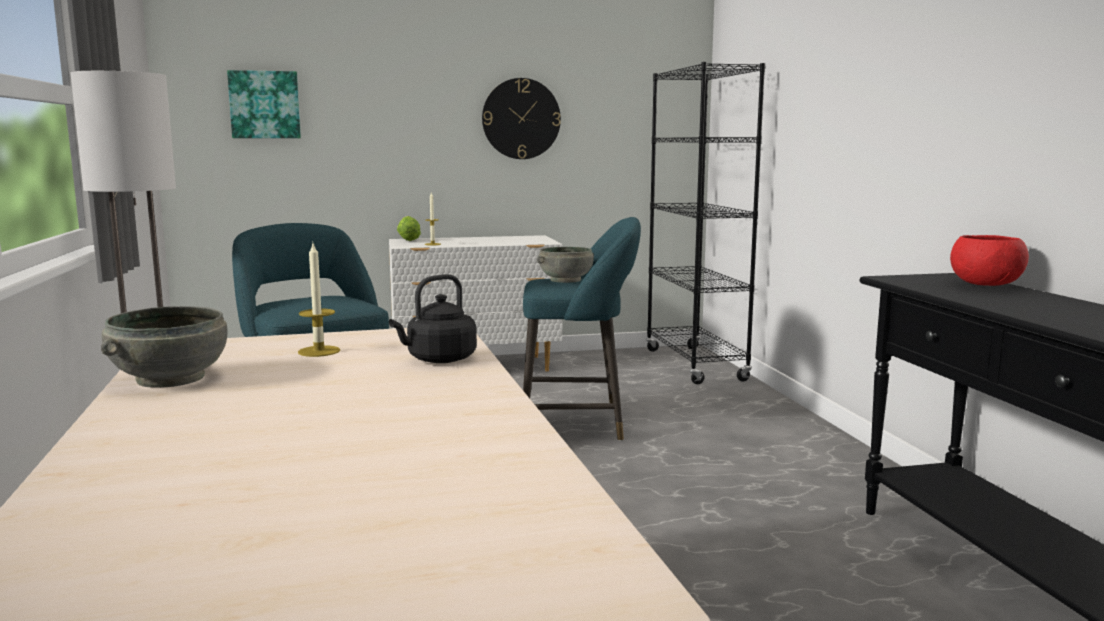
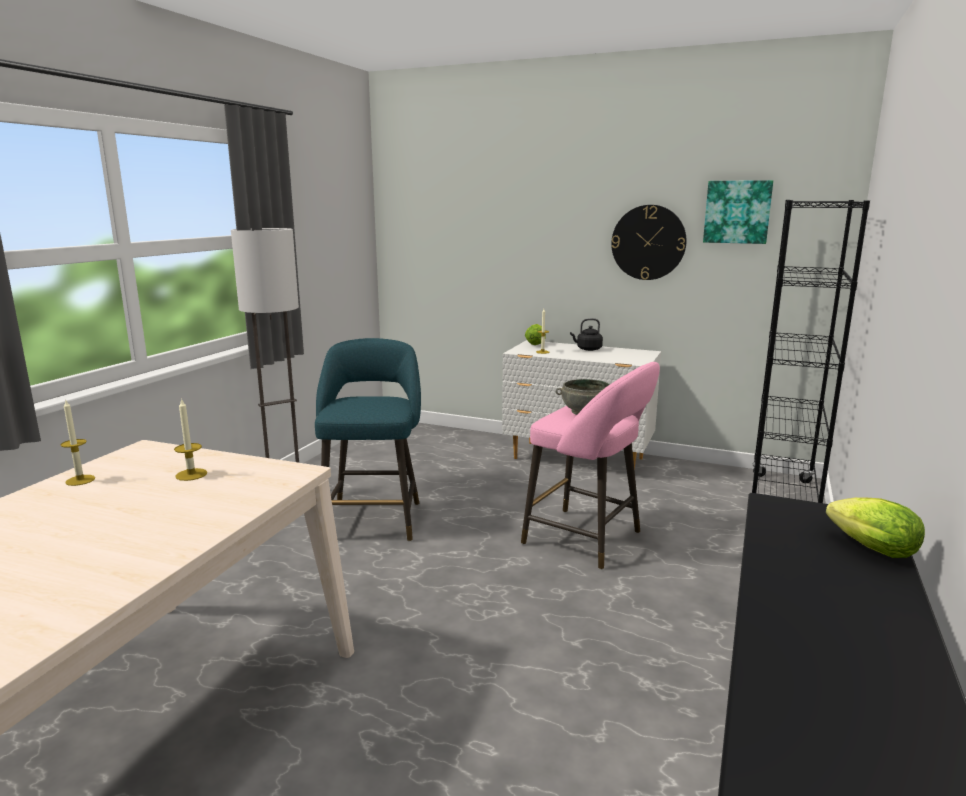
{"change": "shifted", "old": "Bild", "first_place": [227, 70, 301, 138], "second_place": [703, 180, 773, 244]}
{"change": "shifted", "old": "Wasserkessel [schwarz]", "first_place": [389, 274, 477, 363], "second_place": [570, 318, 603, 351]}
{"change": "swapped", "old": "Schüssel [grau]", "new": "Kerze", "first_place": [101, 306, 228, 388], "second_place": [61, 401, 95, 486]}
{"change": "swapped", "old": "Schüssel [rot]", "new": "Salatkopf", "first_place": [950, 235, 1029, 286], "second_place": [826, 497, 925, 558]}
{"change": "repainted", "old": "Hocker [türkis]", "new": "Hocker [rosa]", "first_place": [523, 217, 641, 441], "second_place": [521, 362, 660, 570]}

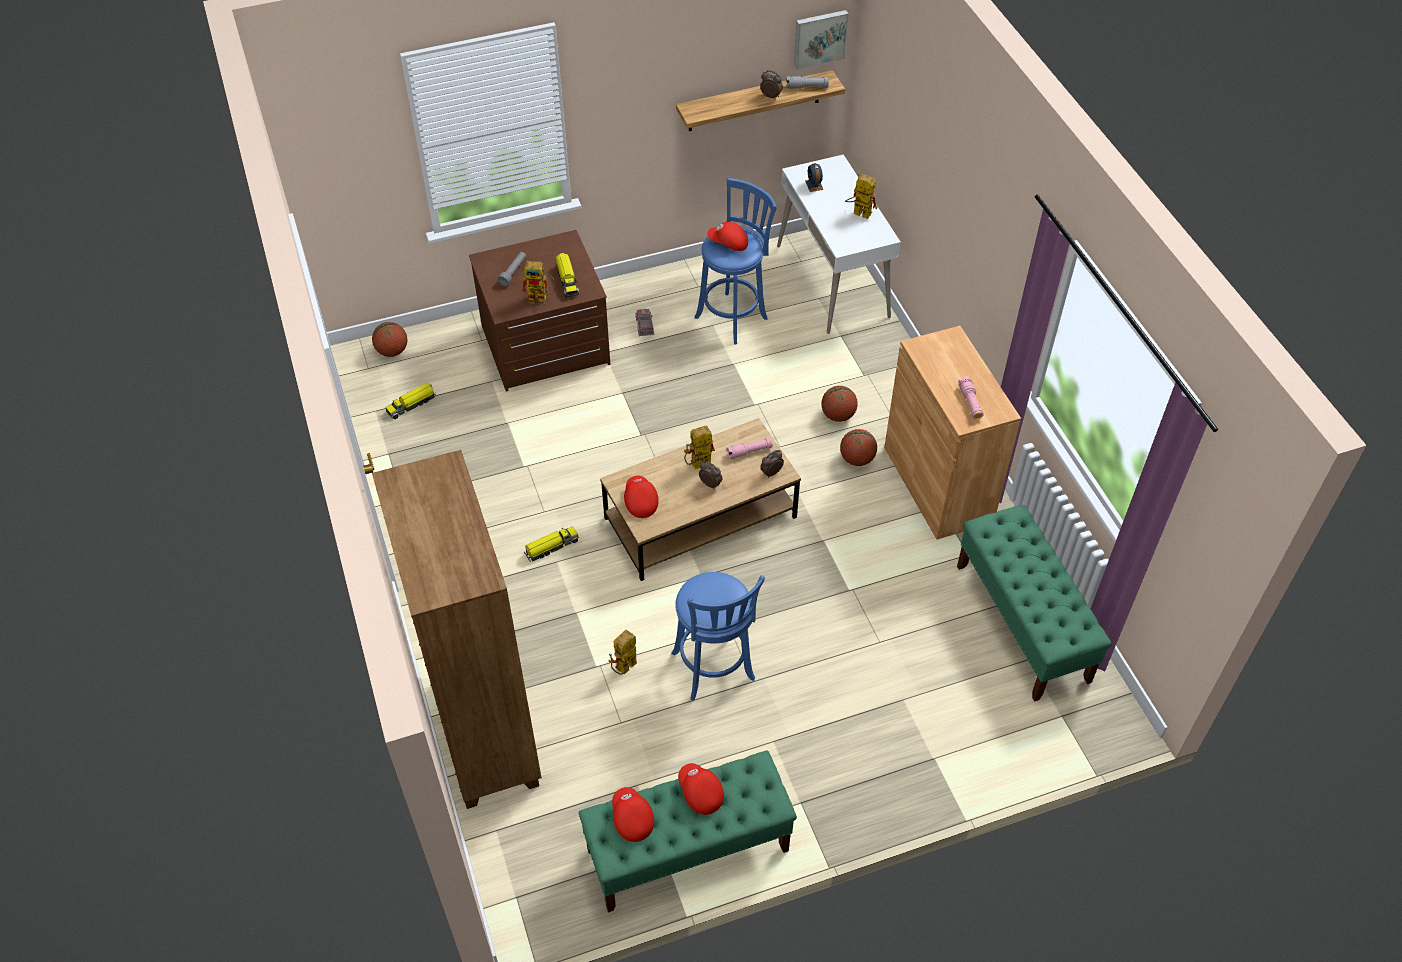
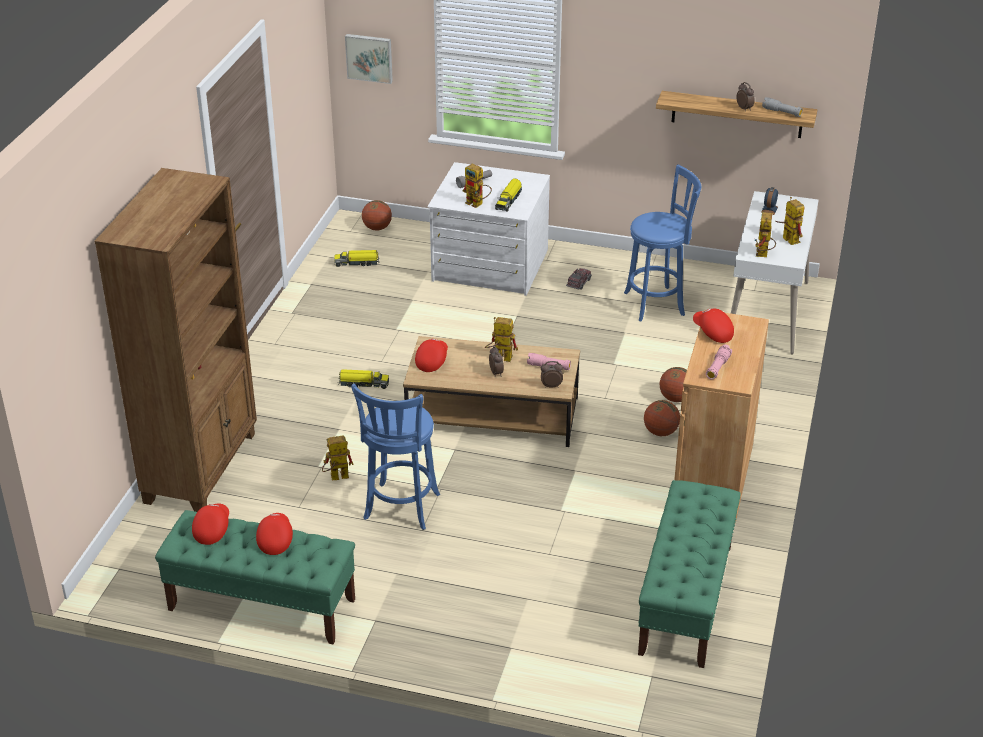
{"change": "new", "new": "Spielzeugroboter", "second_place": [755, 212, 776, 257]}
{"change": "shifted", "old": "Kappe [rot]", "first_place": [708, 222, 748, 251], "second_place": [693, 308, 734, 343]}
{"change": "shifted", "old": "Bild", "first_place": [794, 10, 849, 70], "second_place": [345, 34, 393, 84]}
{"change": "repainted", "old": "Kommode [braun]", "new": "Kommode [weiß]", "first_place": [469, 230, 610, 392], "second_place": [427, 162, 550, 296]}

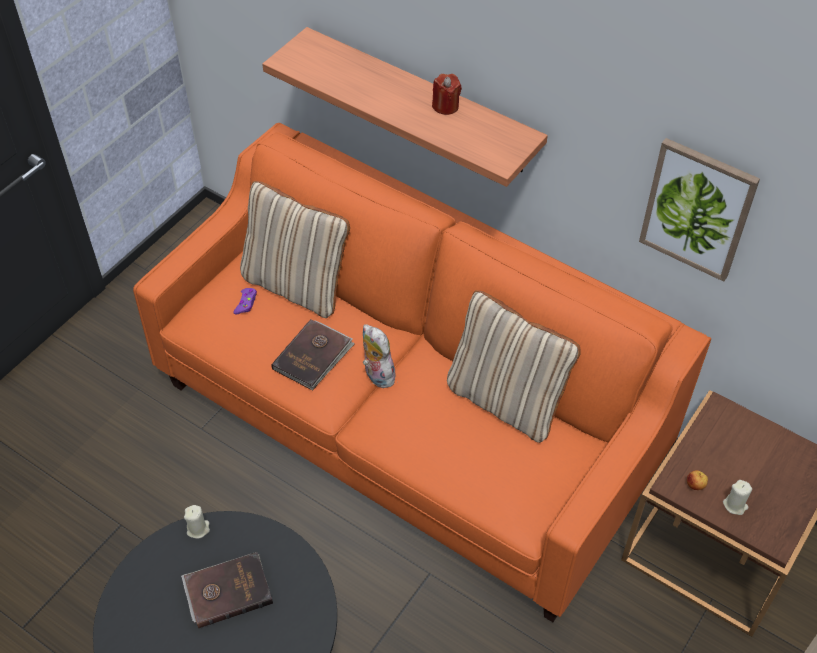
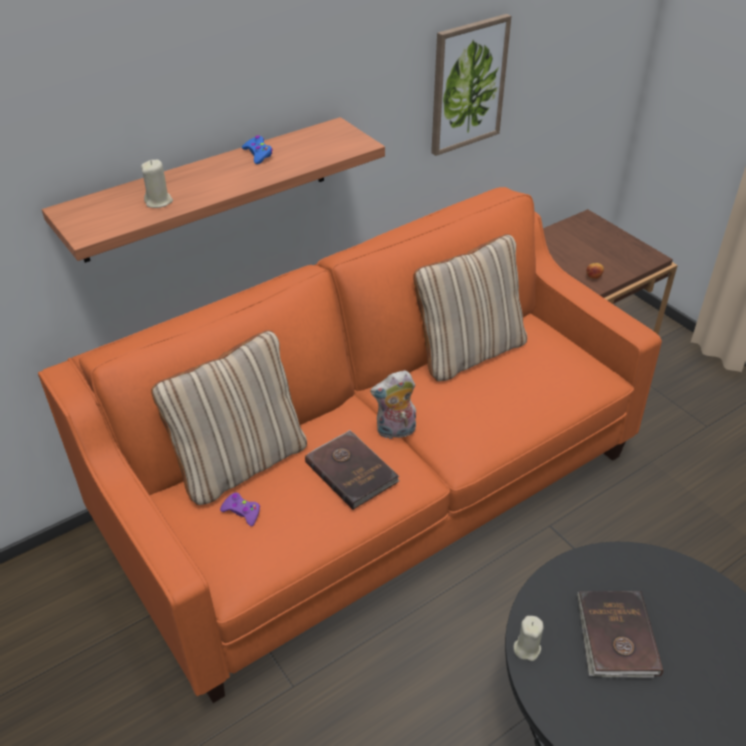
{"change": "shifted", "old": "Kerze [beige]", "first_place": [723, 480, 752, 515], "second_place": [141, 160, 173, 208]}
{"change": "swapped", "old": "Kerze [rot]", "new": "Gamepad [blau]", "first_place": [432, 74, 462, 115], "second_place": [242, 135, 273, 164]}

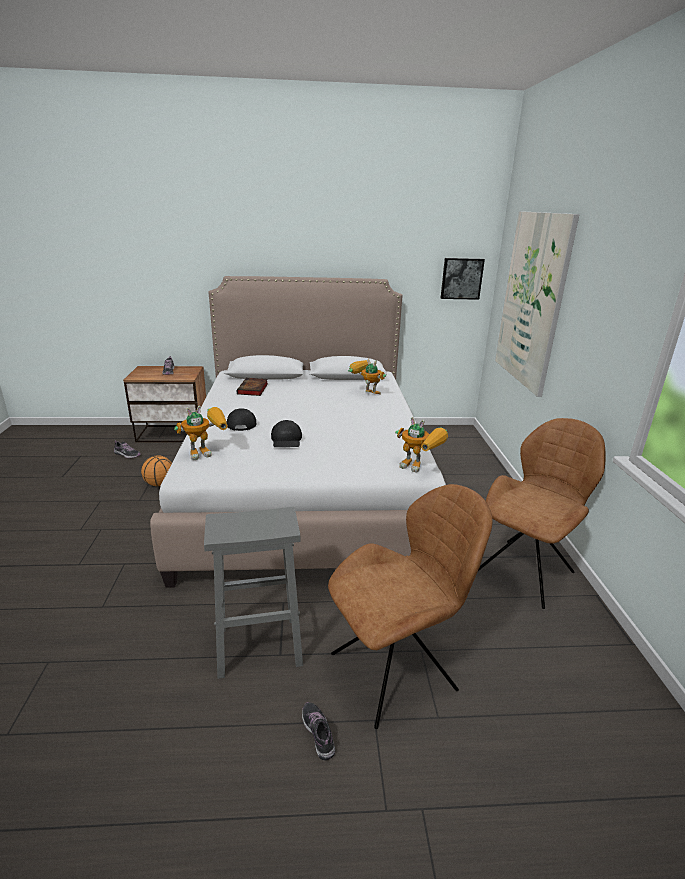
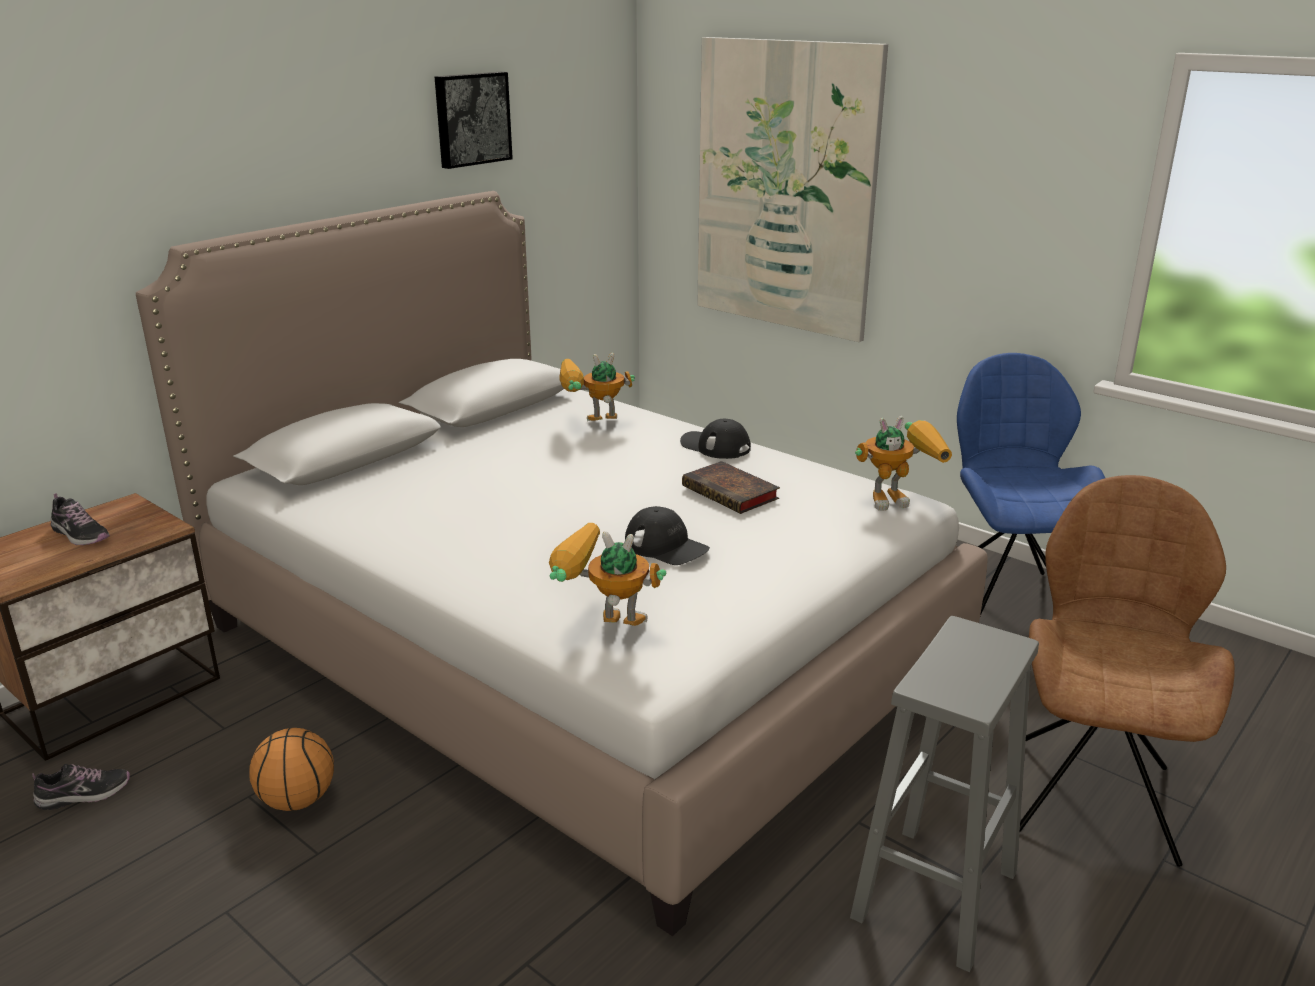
{"change": "gone", "old": "Schuh", "first_place": [302, 702, 335, 761]}
{"change": "shifted", "old": "Kappe [schwarz]", "first_place": [227, 408, 256, 431], "second_place": [680, 419, 751, 459]}
{"change": "shifted", "old": "Buch", "first_place": [237, 378, 268, 396], "second_place": [682, 461, 780, 514]}
{"change": "shifted", "old": "Bild", "first_place": [441, 258, 485, 300], "second_place": [435, 72, 513, 169]}
{"change": "repainted", "old": "Stuhl [braun]", "new": "Stuhl [blau]", "first_place": [478, 418, 606, 609], "second_place": [957, 353, 1105, 616]}
{"change": "rotated", "old": "Spielzeugroboter", "first_place": [174, 406, 228, 460], "second_place": [549, 523, 666, 626], "degrees": -90}

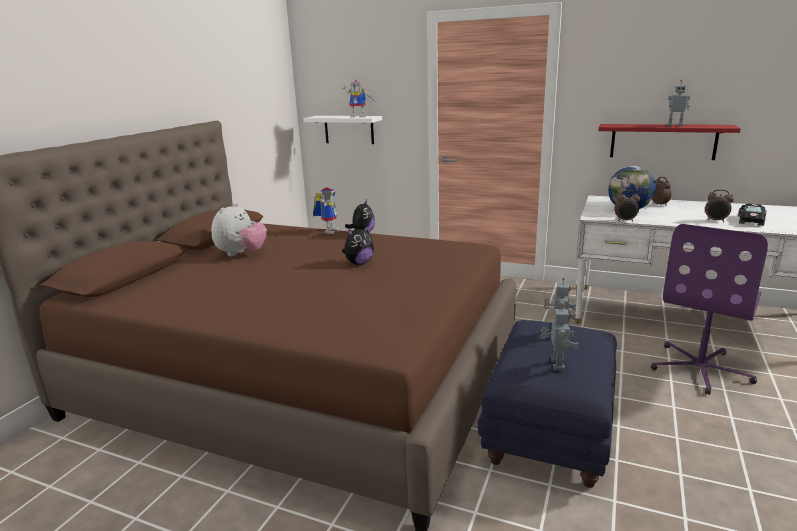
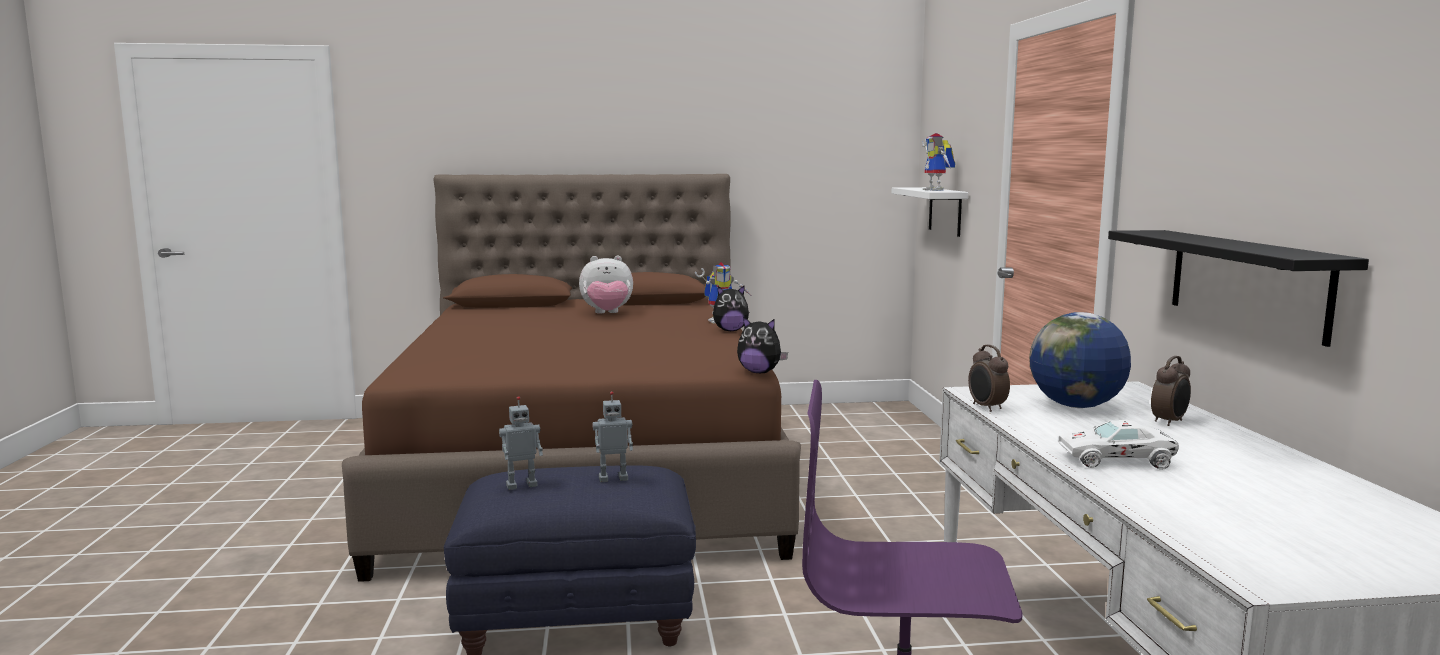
{"change": "gone", "old": "Spielzeugroboter", "first_place": [667, 80, 690, 126]}
{"change": "gone", "old": "Spielzeugauto [schwarz]", "first_place": [738, 203, 766, 226]}
{"change": "shifted", "old": "Plüschtier", "first_place": [342, 225, 374, 265], "second_place": [737, 316, 788, 373]}
{"change": "swapped", "old": "Wecker", "new": "Spielzeugauto [weiß]", "first_place": [705, 190, 734, 222], "second_place": [1058, 420, 1178, 470]}
{"change": "repainted", "old": "Wandregal [rot]", "new": "Wandregal [schwarz]", "first_place": [598, 124, 741, 160], "second_place": [1108, 230, 1369, 347]}

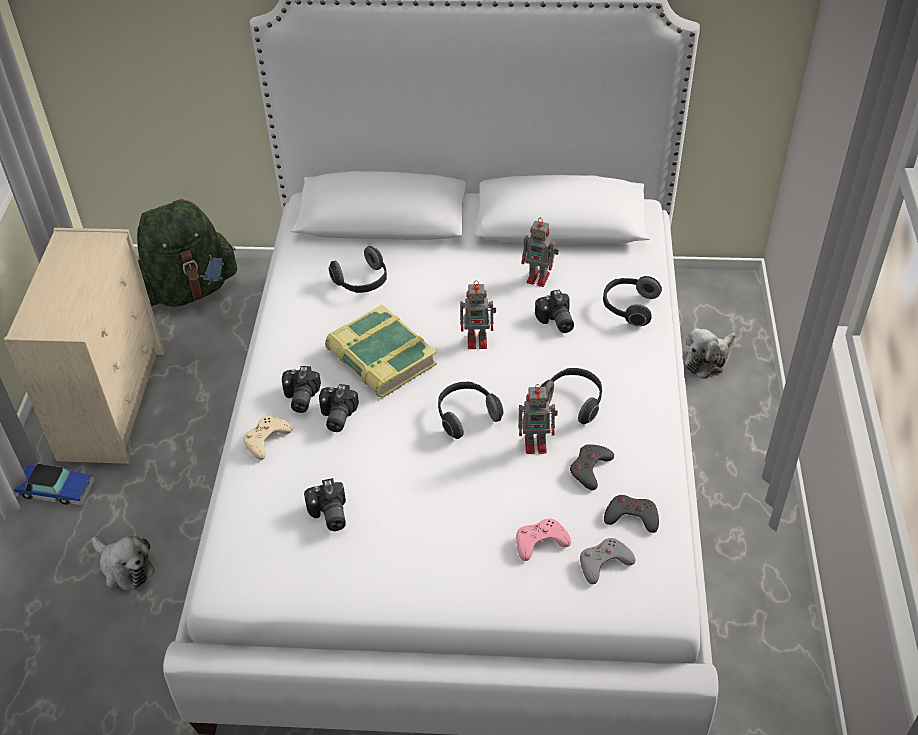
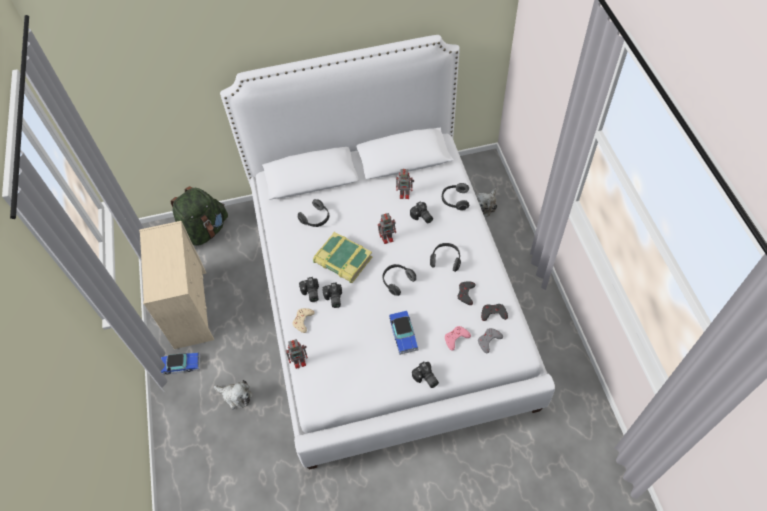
{"change": "new", "new": "Spielzeugauto", "second_place": [389, 311, 419, 355]}
{"change": "shifted", "old": "Kamera", "first_place": [304, 478, 346, 531], "second_place": [412, 362, 439, 388]}
{"change": "shifted", "old": "Spielzeugroboter", "first_place": [519, 384, 558, 454], "second_place": [286, 339, 308, 369]}

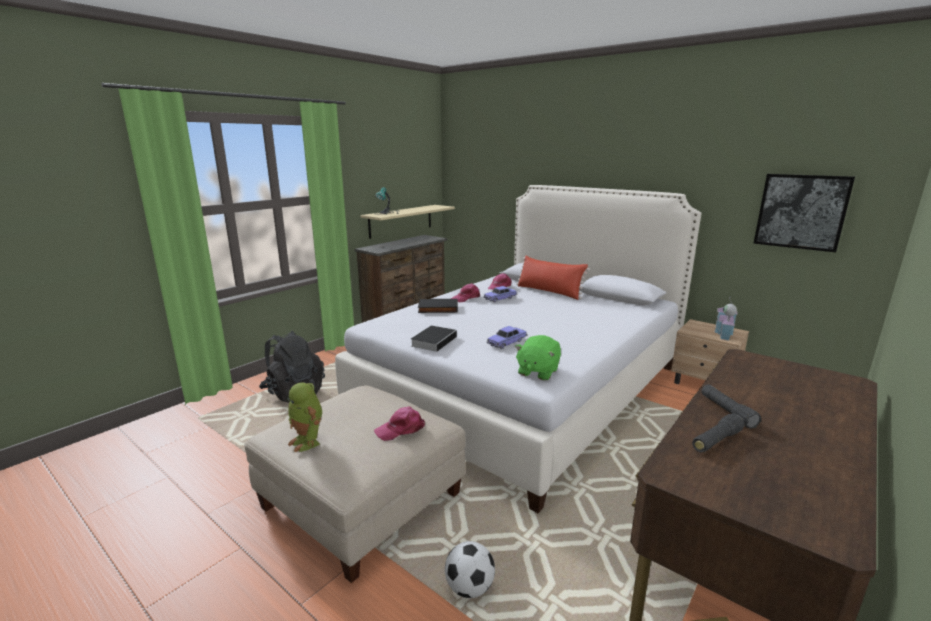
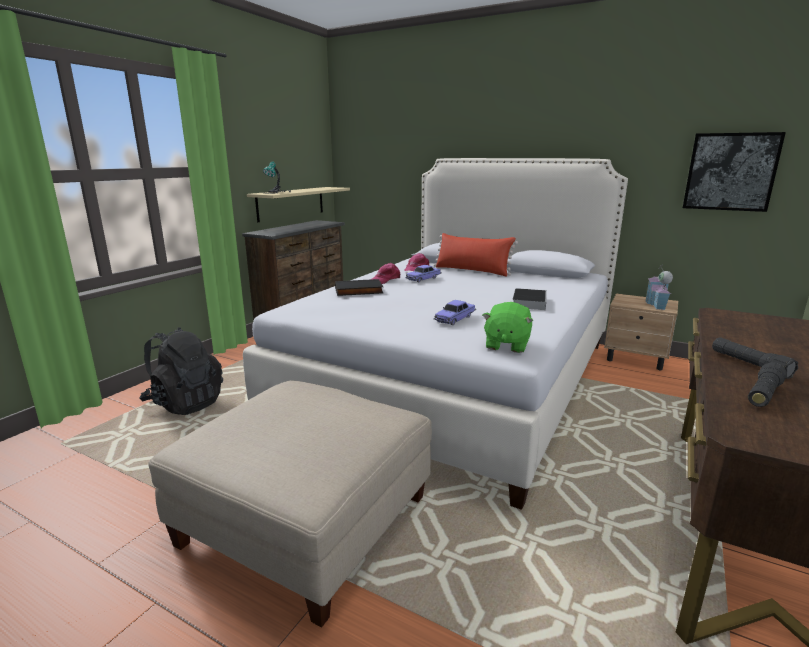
{"change": "gone", "old": "Spielzeugroboter", "first_place": [287, 383, 322, 452]}
{"change": "gone", "old": "Kappe [rosa]", "first_place": [374, 406, 425, 441]}
{"change": "gone", "old": "Fußball", "first_place": [445, 541, 495, 598]}
{"change": "shifted", "old": "Buch", "first_place": [411, 326, 457, 352], "second_place": [513, 288, 547, 310]}

